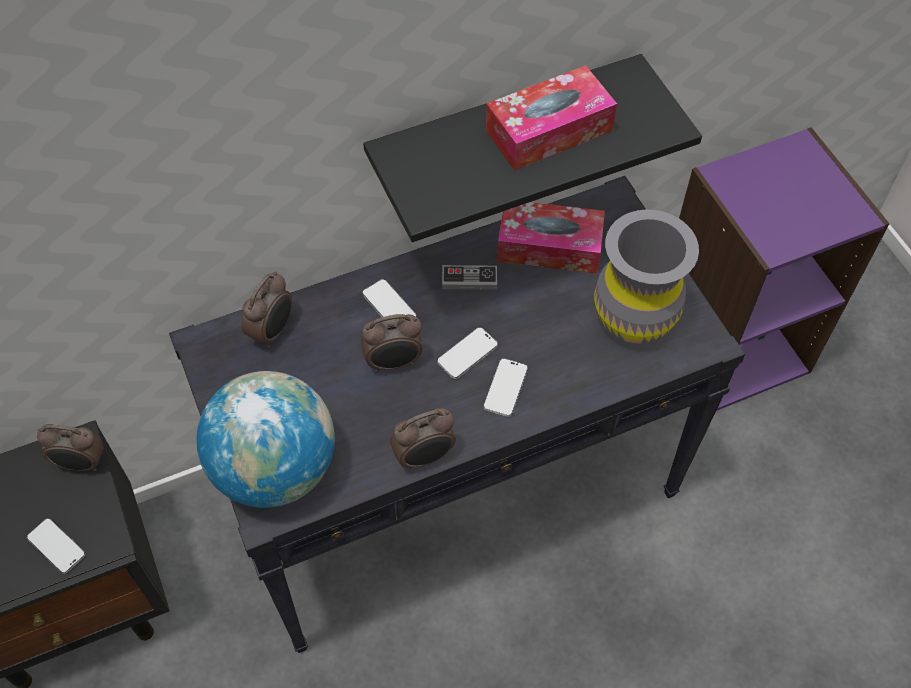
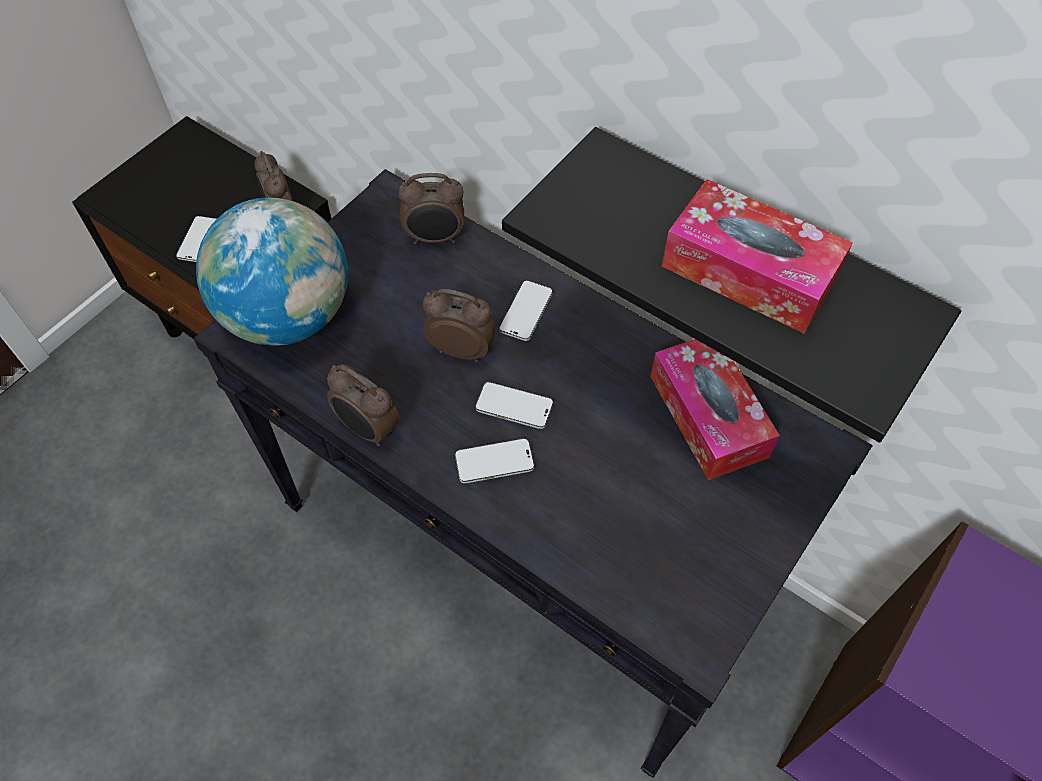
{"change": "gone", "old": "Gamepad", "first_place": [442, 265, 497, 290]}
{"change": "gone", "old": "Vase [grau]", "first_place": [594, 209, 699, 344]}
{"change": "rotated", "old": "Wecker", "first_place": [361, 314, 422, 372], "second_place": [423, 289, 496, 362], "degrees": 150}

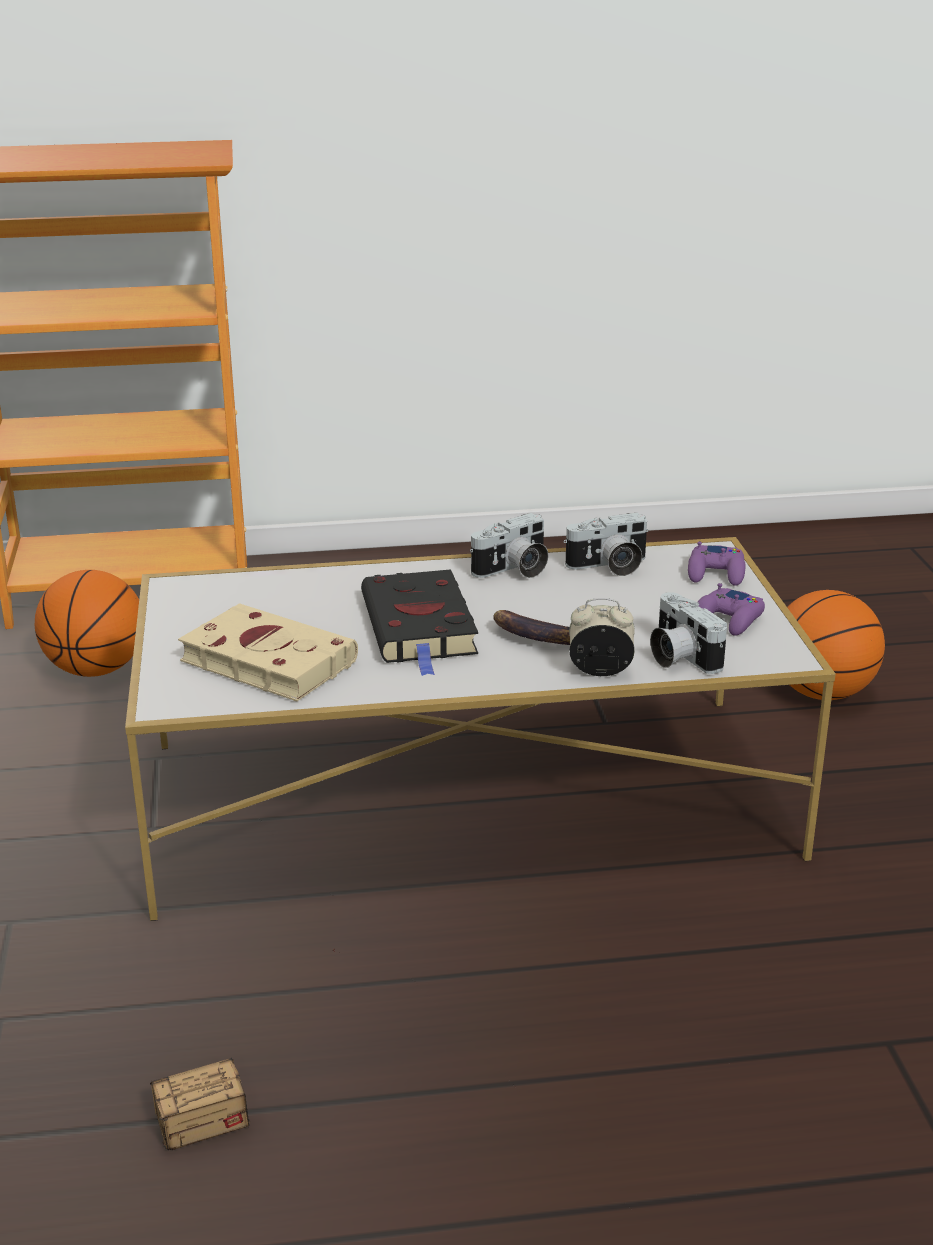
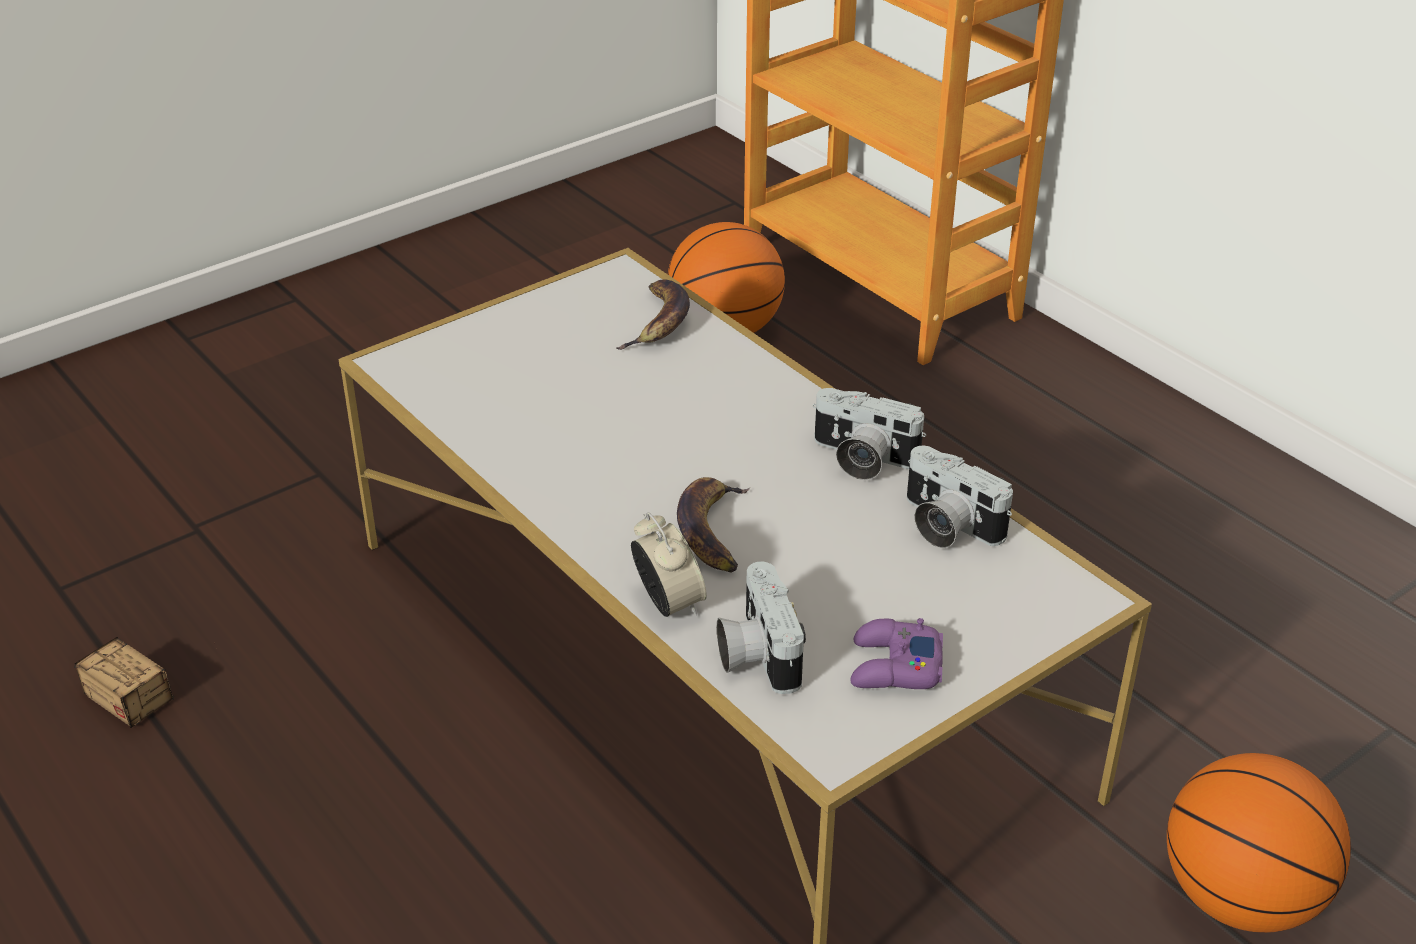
{"change": "gone", "old": "Buch [beige]", "first_place": [178, 603, 358, 702]}
{"change": "gone", "old": "Buch [schwarz]", "first_place": [361, 569, 478, 676]}
{"change": "gone", "old": "Gamepad [lila]", "first_place": [688, 541, 745, 586]}
{"change": "new", "new": "Banane", "second_place": [616, 280, 690, 350]}
{"change": "rotated", "old": "Kamera", "first_place": [650, 592, 727, 674], "second_place": [716, 561, 806, 694], "degrees": -45}

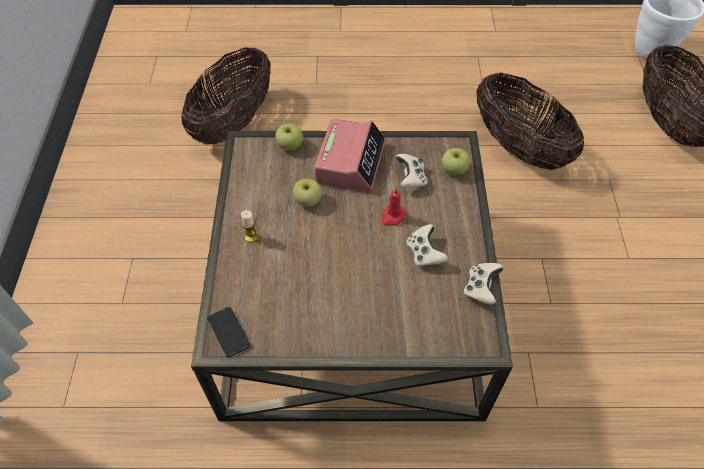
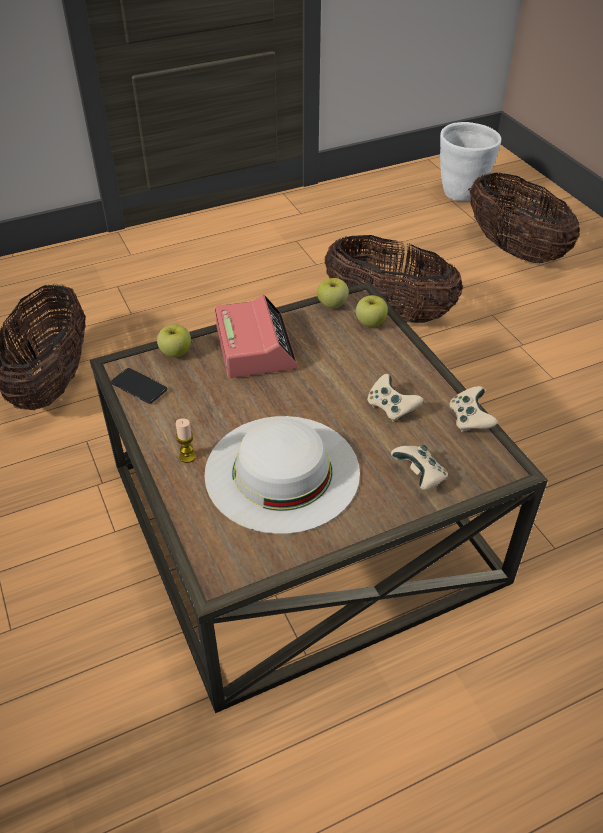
{"change": "gone", "old": "Kerze [rot]", "first_place": [382, 187, 407, 226]}
{"change": "new", "new": "Hut [weiß]", "second_place": [205, 416, 360, 534]}
{"change": "shifted", "old": "Handy", "first_place": [207, 307, 250, 357], "second_place": [111, 368, 167, 404]}
{"change": "shifted", "old": "Apfel", "first_place": [293, 179, 322, 207], "second_place": [317, 278, 349, 308]}
{"change": "shifted", "old": "Gamepad [beige]", "first_place": [396, 154, 427, 188], "second_place": [391, 445, 448, 490]}

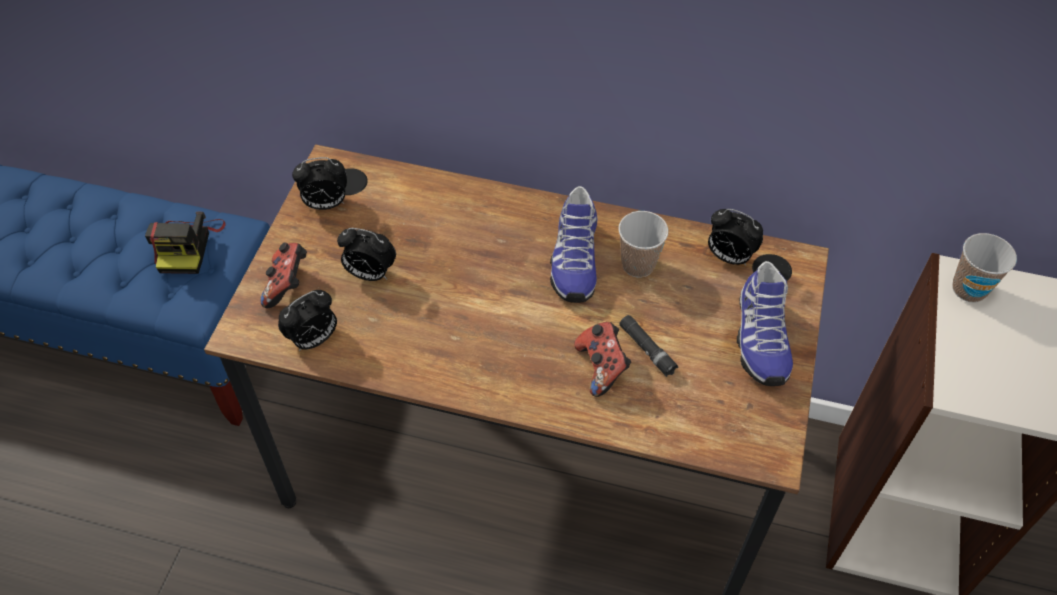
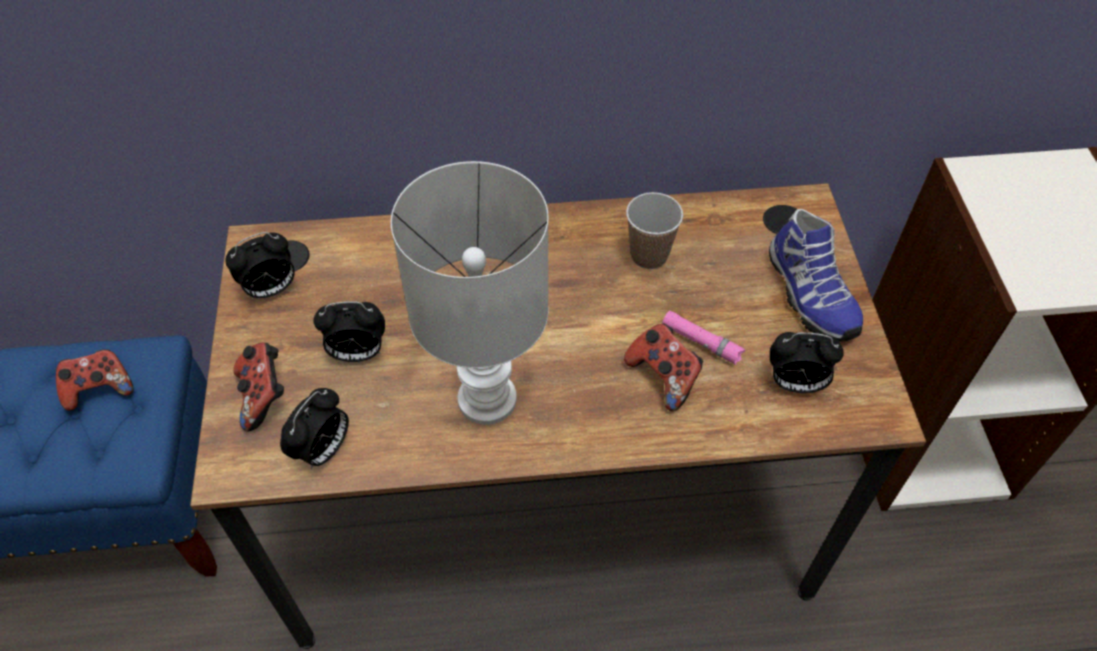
{"change": "gone", "old": "Schuh", "first_place": [550, 186, 597, 303]}
{"change": "gone", "old": "Tasse", "first_place": [952, 233, 1017, 303]}
{"change": "new", "new": "Tischlampe [weiß]", "second_place": [391, 161, 549, 425]}
{"change": "shifted", "old": "Wecker", "first_place": [708, 209, 763, 266], "second_place": [770, 332, 843, 393]}
{"change": "swapped", "old": "Kamera", "new": "Gamepad", "first_place": [145, 212, 226, 274], "second_place": [56, 349, 134, 411]}
{"change": "repainted", "old": "Taschenlampe [schwarz]", "new": "Taschenlampe [rosa]", "first_place": [619, 315, 678, 377], "second_place": [662, 311, 745, 365]}

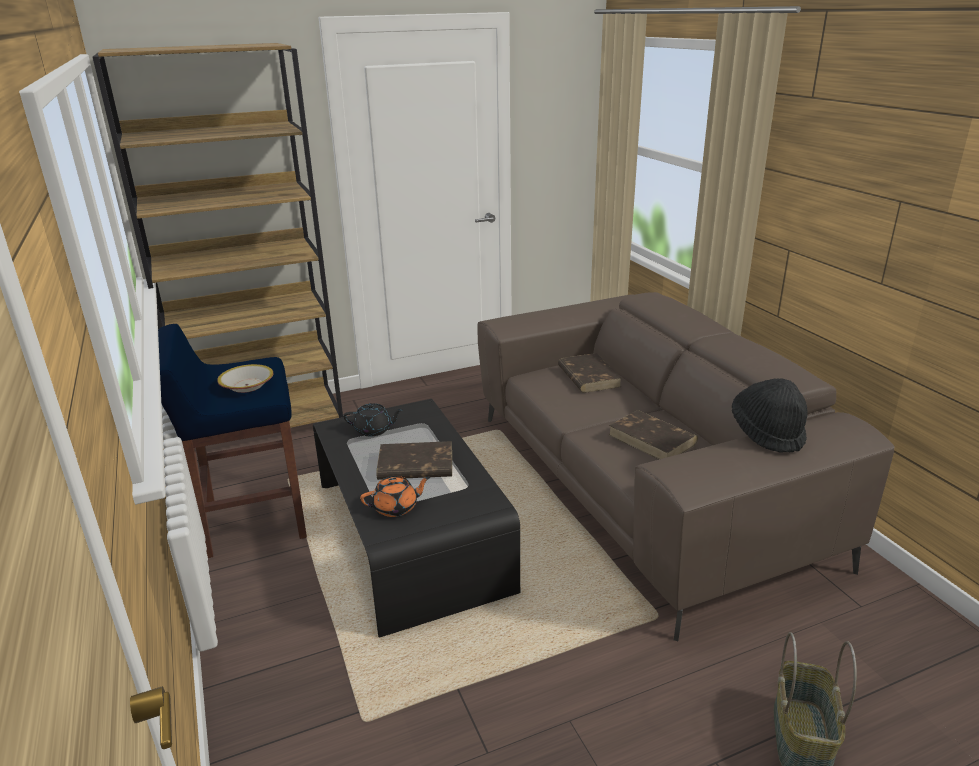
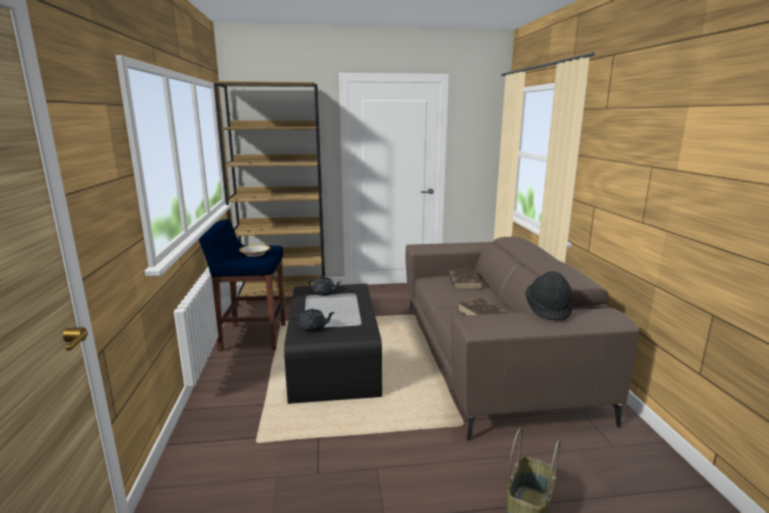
{"change": "gone", "old": "Buch [braun]", "first_place": [376, 441, 452, 480]}
{"change": "repainted", "old": "Teekanne [orange]", "new": "Teekanne [schwarz]", "first_place": [360, 476, 430, 517], "second_place": [292, 308, 335, 332]}

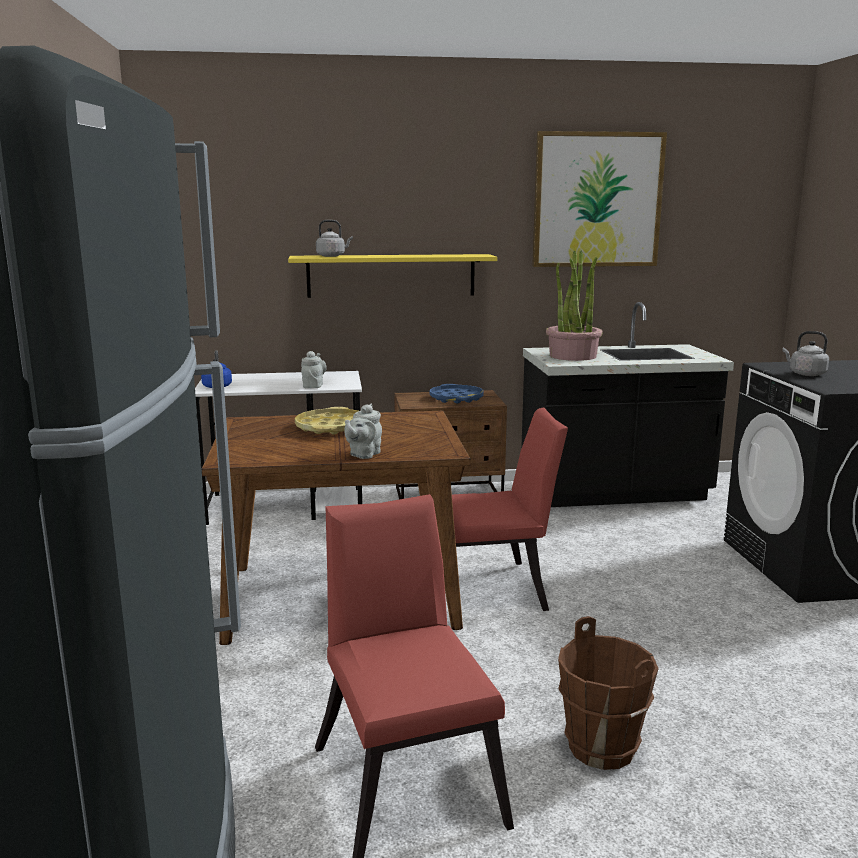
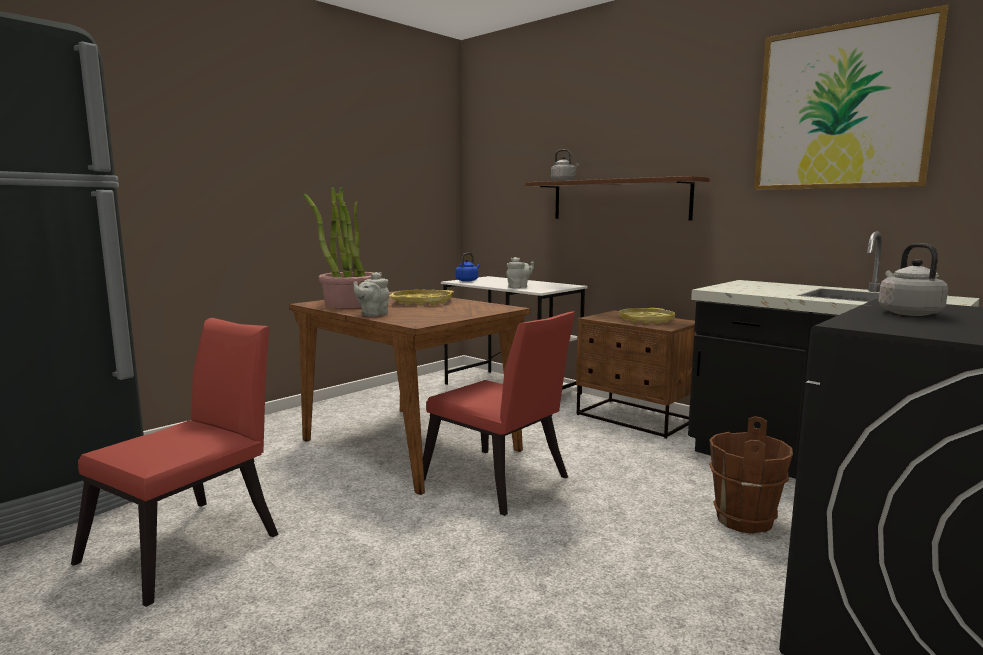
{"change": "shifted", "old": "Topfpflanze", "first_place": [546, 250, 603, 361], "second_place": [304, 187, 375, 308]}
{"change": "shifted", "old": "Eimer [braun]", "first_place": [558, 616, 659, 770], "second_place": [709, 416, 793, 534]}
{"change": "repainted", "old": "Wandregal [gelb]", "new": "Wandregal [braun]", "first_place": [288, 254, 497, 298], "second_place": [525, 176, 710, 220]}
{"change": "repainted", "old": "Tablett [blau]", "new": "Tablett [gelb]", "first_place": [430, 384, 484, 404], "second_place": [619, 308, 675, 324]}
{"change": "rotated", "old": "Teekanne [grau]", "first_place": [344, 403, 382, 459], "second_place": [353, 272, 389, 316], "degrees": -45}

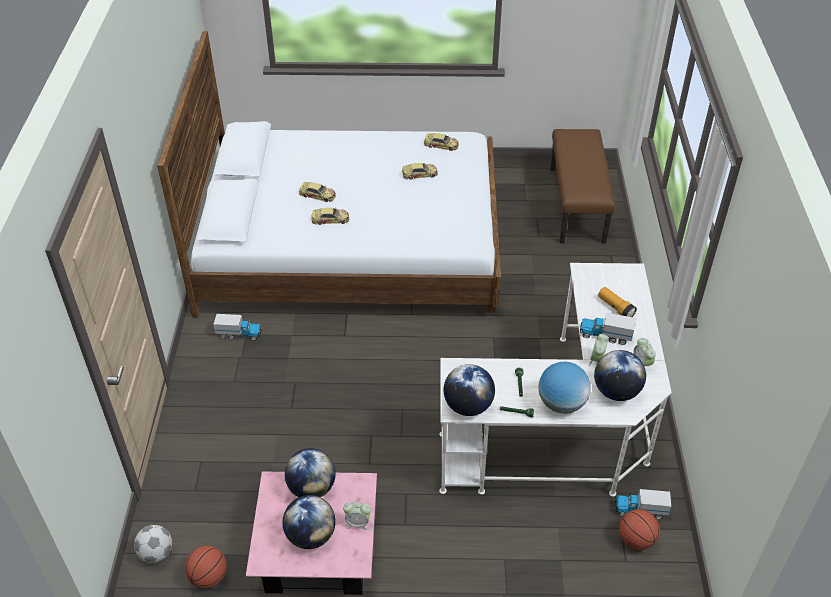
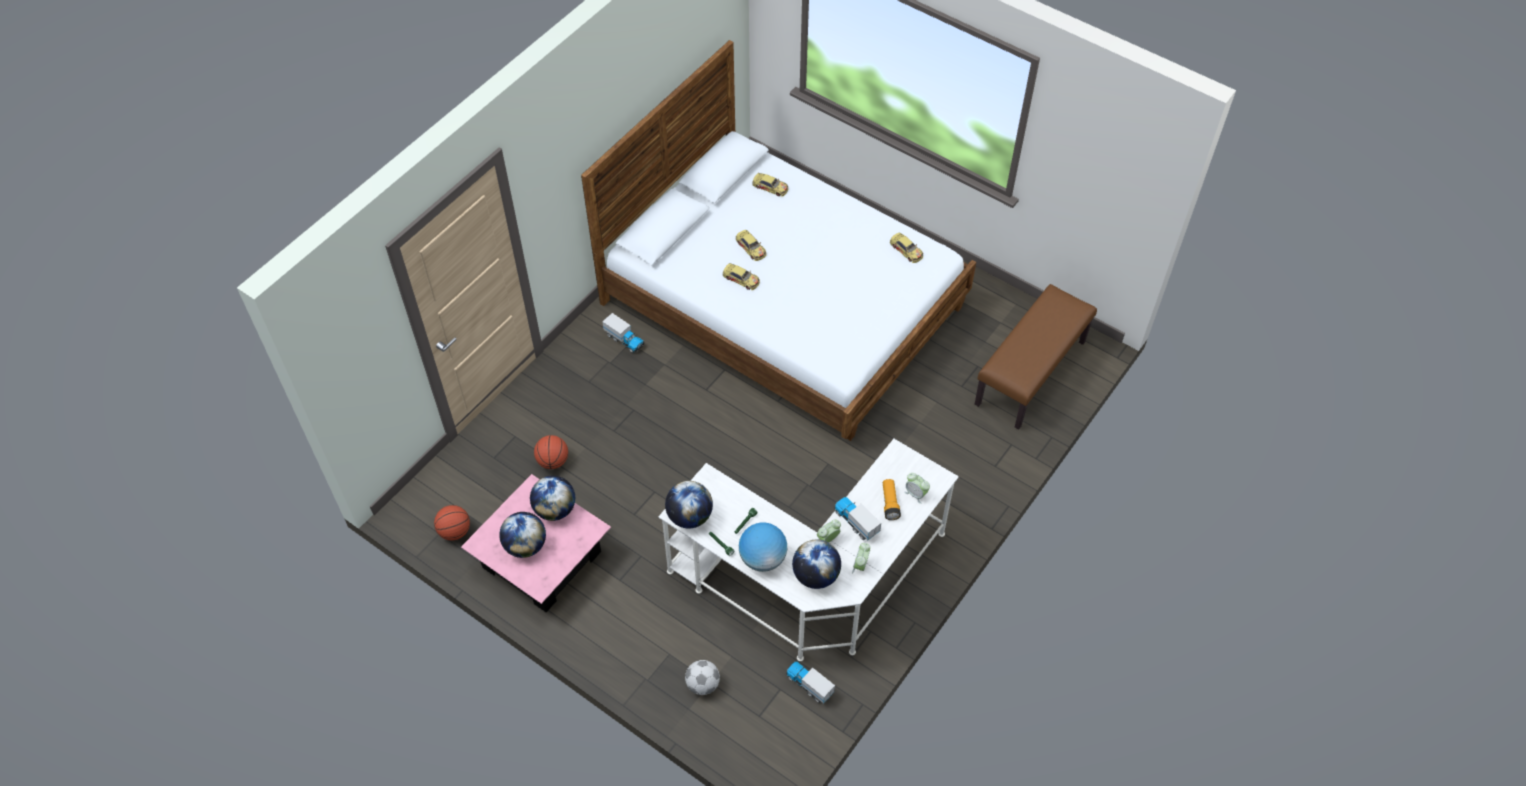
{"change": "shifted", "old": "Fußball", "first_place": [134, 525, 172, 563], "second_place": [685, 660, 720, 695]}
{"change": "shifted", "old": "Wecker", "first_place": [343, 502, 371, 530], "second_place": [904, 473, 930, 504]}
{"change": "shifted", "old": "Spielzeugauto", "first_place": [402, 163, 438, 179], "second_place": [752, 173, 788, 197]}
{"change": "shifted", "old": "Basketball", "first_place": [619, 509, 660, 550], "second_place": [534, 435, 568, 469]}

